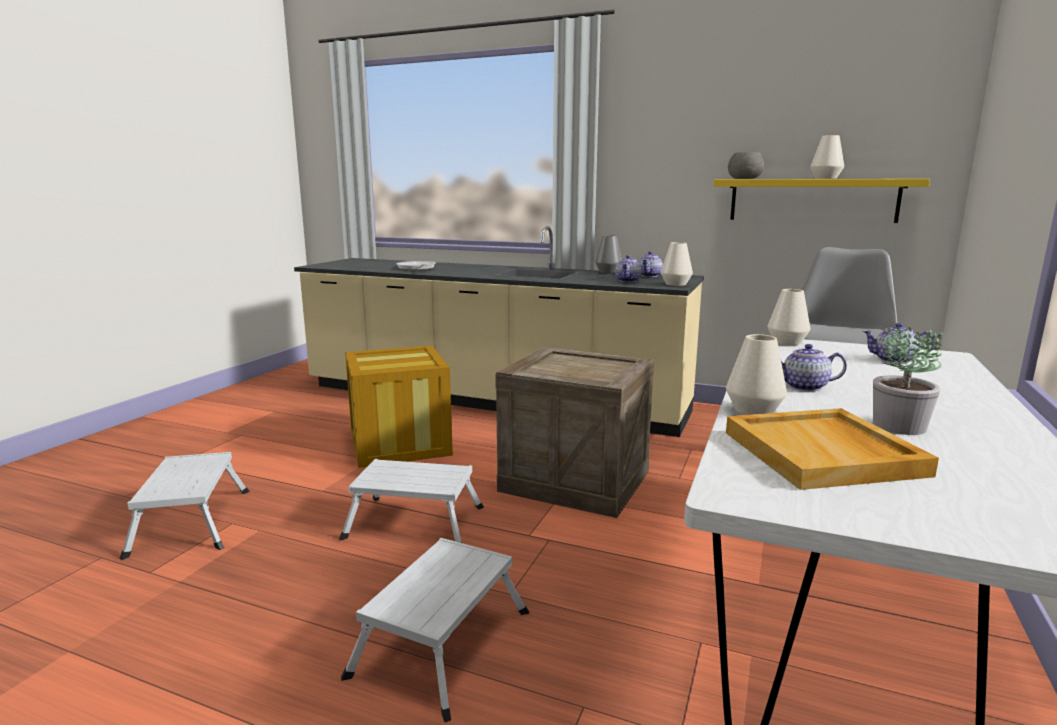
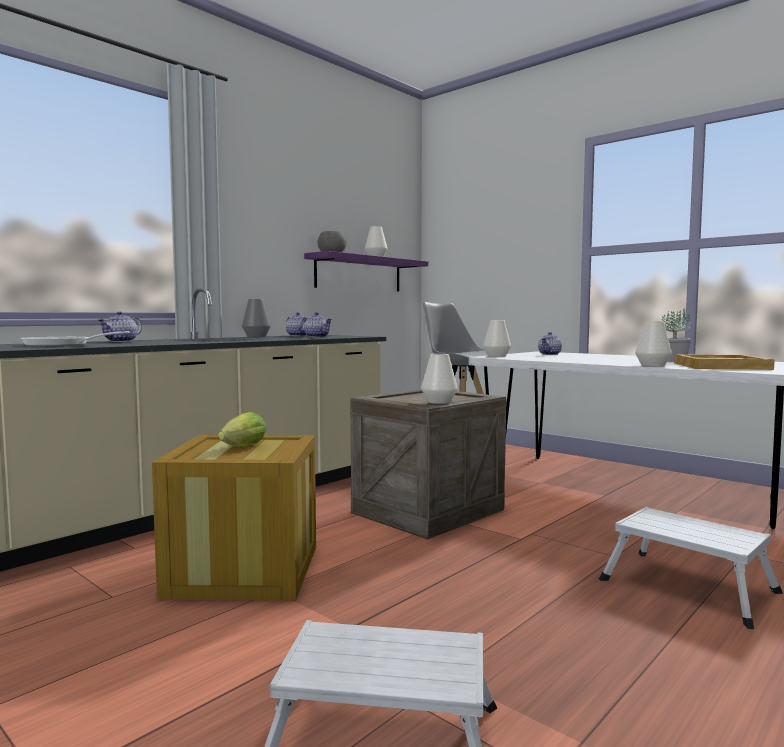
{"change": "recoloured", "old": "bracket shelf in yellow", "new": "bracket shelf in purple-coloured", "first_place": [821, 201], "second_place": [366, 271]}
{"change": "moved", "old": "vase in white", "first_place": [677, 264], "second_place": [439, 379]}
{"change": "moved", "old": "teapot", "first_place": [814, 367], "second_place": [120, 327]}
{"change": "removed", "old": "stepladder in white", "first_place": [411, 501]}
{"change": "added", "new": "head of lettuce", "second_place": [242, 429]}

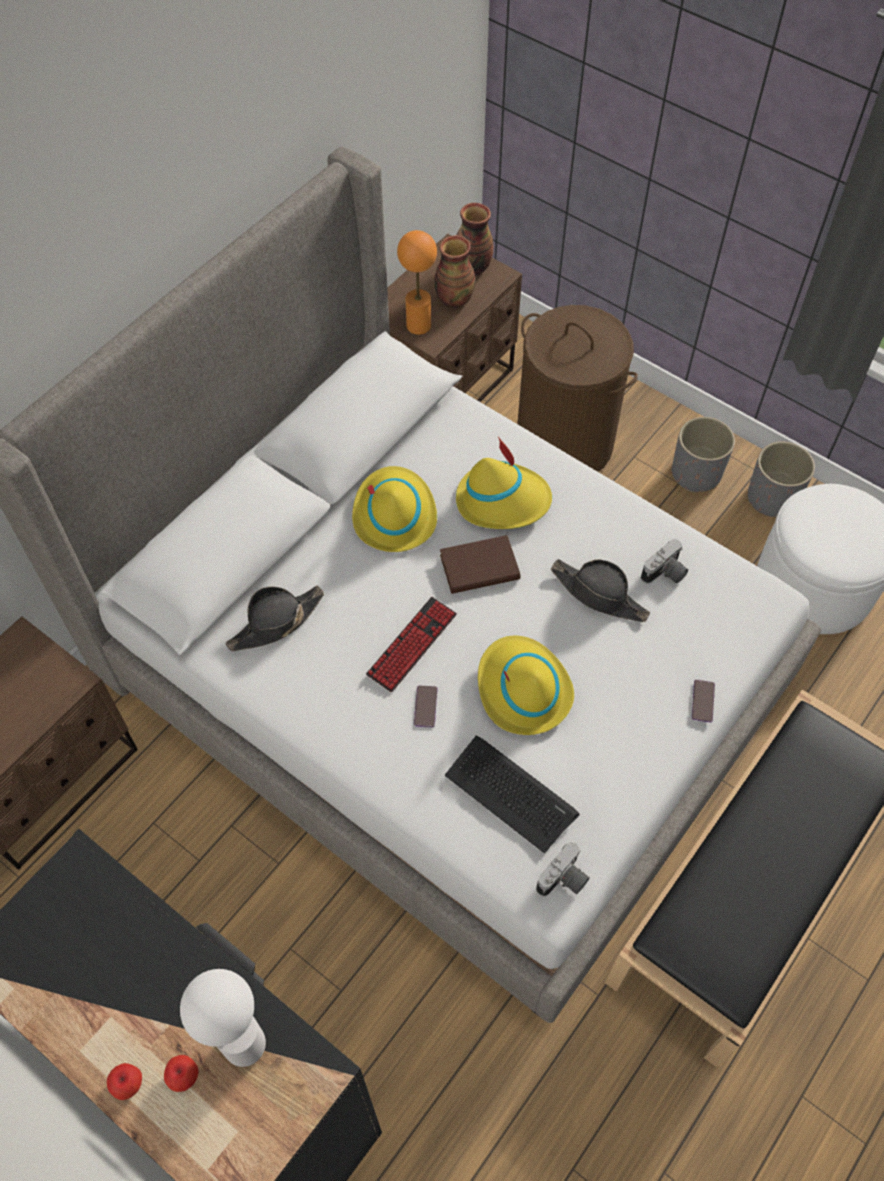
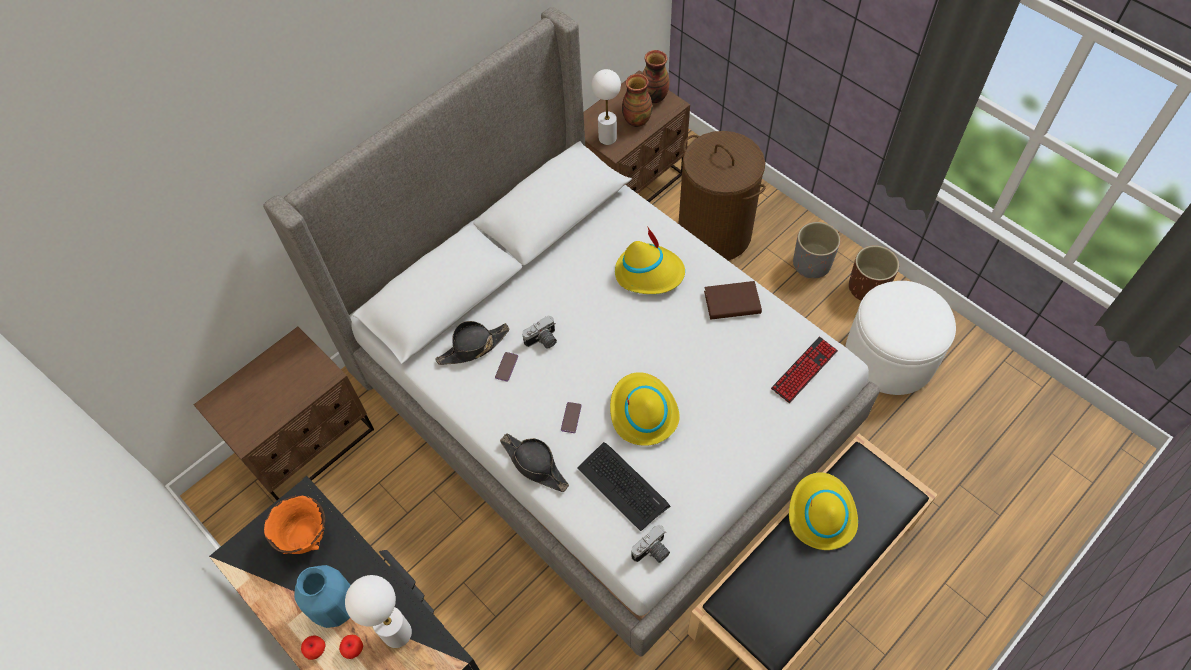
{"change": "recoloured", "old": "table lamp in orange-coloured", "new": "table lamp in white", "first_place": [417, 282], "second_place": [606, 107]}
{"change": "recoloured", "old": "planter in grey", "new": "planter in brownish", "first_place": [781, 479], "second_place": [874, 273]}
{"change": "moved", "old": "clothing hat in yellow", "first_place": [394, 509], "second_place": [823, 511]}
{"change": "moved", "old": "book in brownish", "first_place": [480, 564], "second_place": [733, 300]}
{"change": "moved", "old": "still camera", "first_place": [664, 561], "second_place": [539, 332]}
{"change": "moved", "old": "clothing hat in black", "first_place": [600, 590], "second_place": [534, 462]}
{"change": "moved", "old": "keyboard", "first_place": [411, 644], "second_place": [804, 370]}
{"change": "moved", "old": "telephone", "first_place": [703, 701], "second_place": [506, 367]}
{"change": "added", "new": "serving bowl in orange-coloured", "second_place": [294, 525]}
{"change": "added", "new": "vase in bluish", "second_place": [322, 596]}

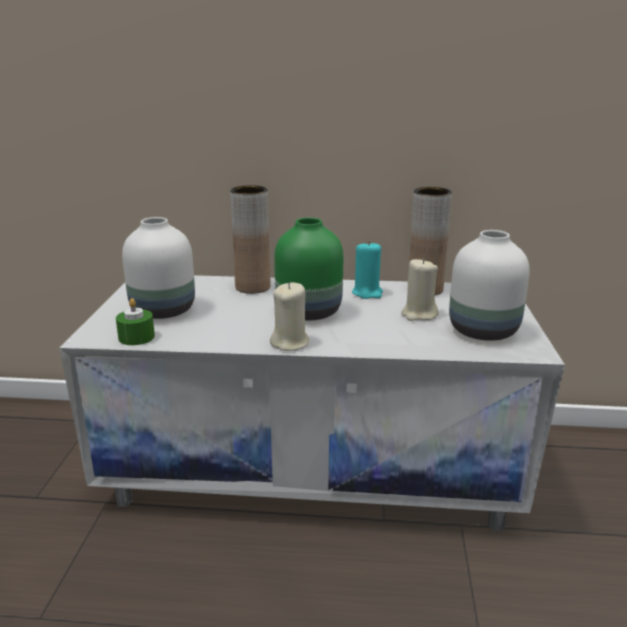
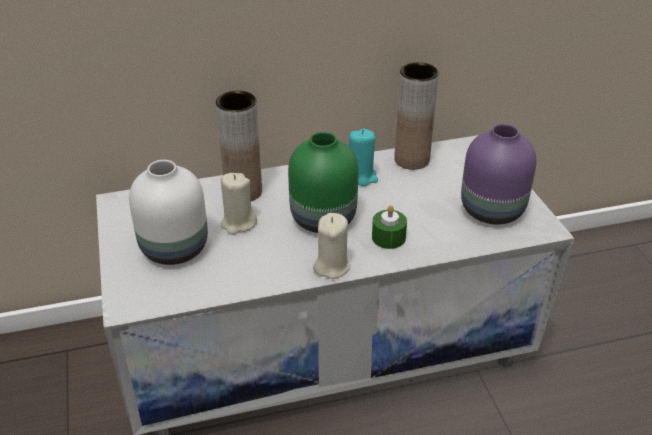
{"change": "recoloured", "old": "vase in white", "new": "vase in purple-coloured", "first_place": [489, 285], "second_place": [498, 174]}
{"change": "moved", "old": "candle in sand-coloured", "first_place": [419, 289], "second_place": [238, 204]}
{"change": "moved", "old": "candle in greenish", "first_place": [135, 321], "second_place": [389, 227]}

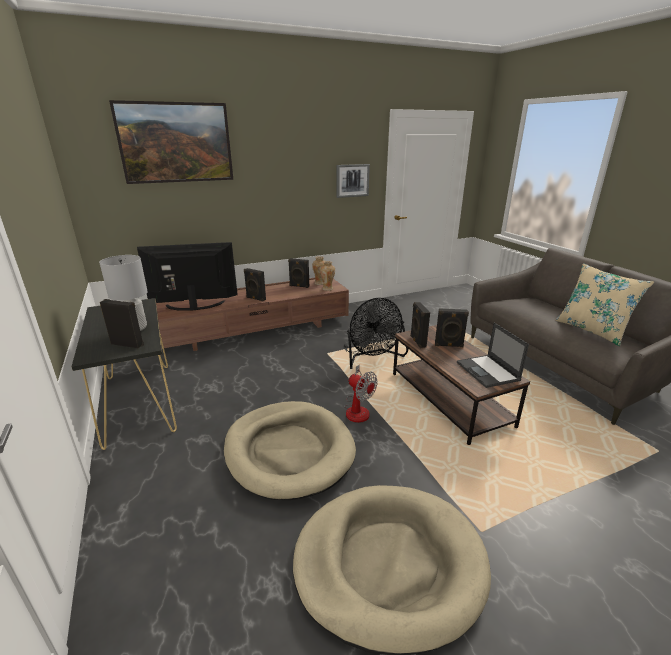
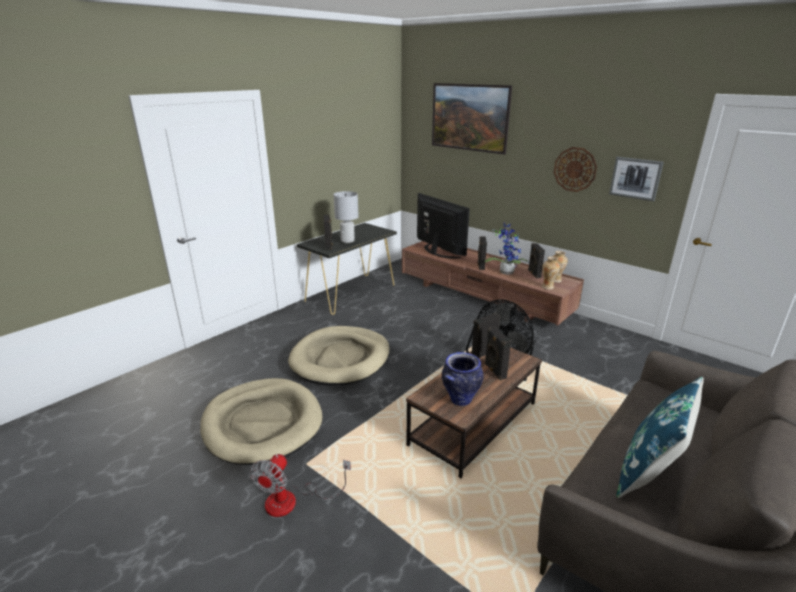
{"change": "recoloured", "old": "throw pillow in sand-coloured", "new": "throw pillow in bluish", "first_place": [604, 304], "second_place": [660, 437]}
{"change": "replaced", "old": "notebook computer", "new": "vase", "first_place": [493, 355], "second_place": [462, 379]}
{"change": "moved", "old": "cooling fan", "first_place": [361, 394], "second_place": [300, 485]}
{"change": "added", "new": "wall clock", "second_place": [575, 169]}
{"change": "added", "new": "houseplant", "second_place": [506, 248]}

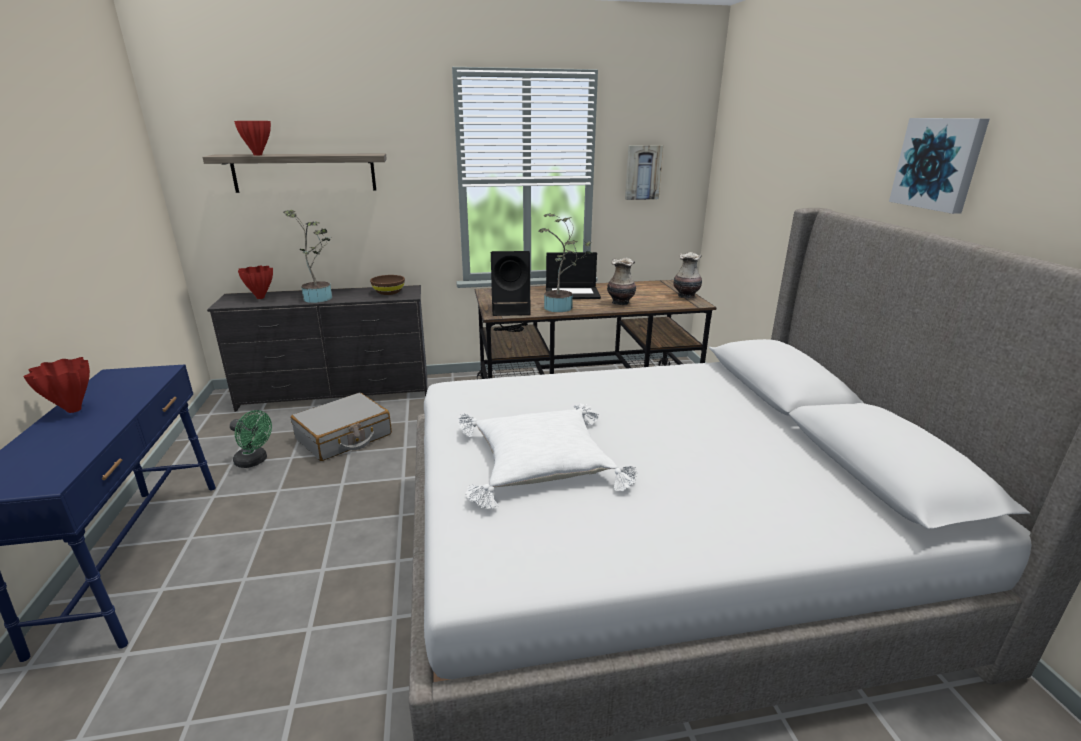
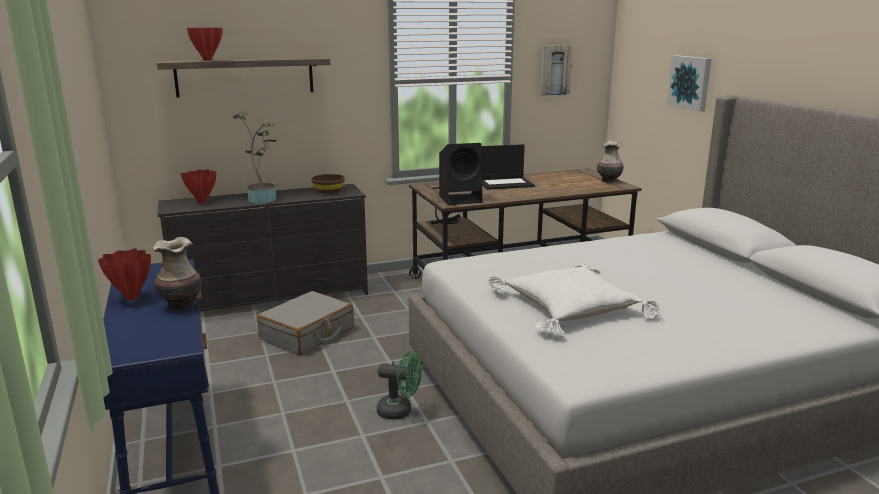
{"change": "moved", "old": "picture", "first_place": [939, 166], "second_place": [689, 83]}
{"change": "removed", "old": "houseplant", "first_place": [565, 263]}
{"change": "moved", "old": "vase", "first_place": [621, 281], "second_place": [177, 273]}
{"change": "moved", "old": "cooling fan in greenish", "first_place": [251, 439], "second_place": [399, 385]}

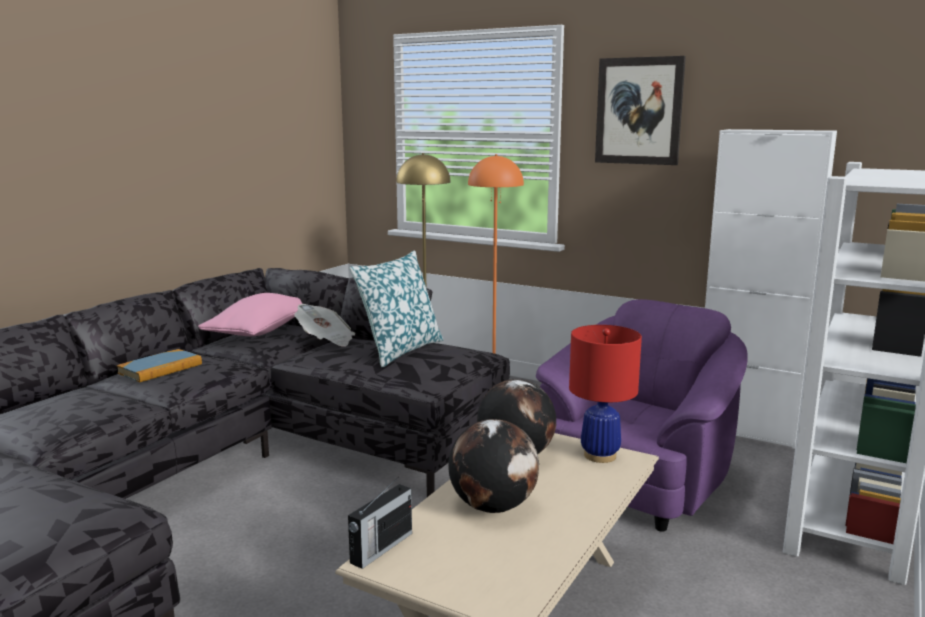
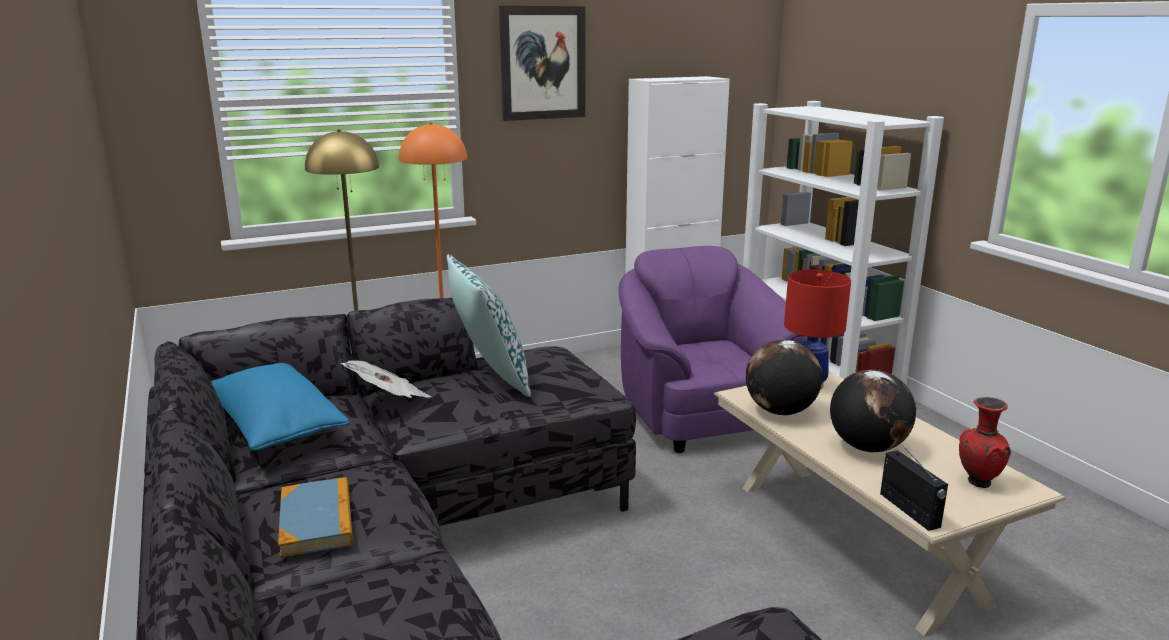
{"change": "recoloured", "old": "throw pillow in pink-coloured", "new": "throw pillow in bluish", "first_place": [250, 314], "second_place": [280, 407]}
{"change": "added", "new": "vase in red-coloured", "second_place": [985, 442]}

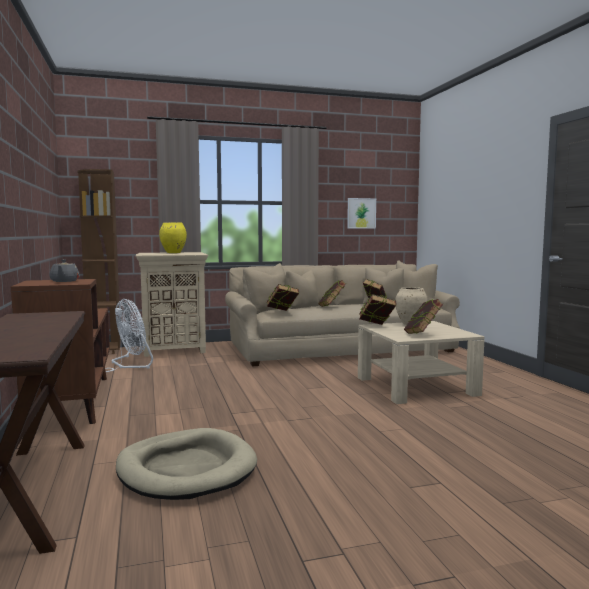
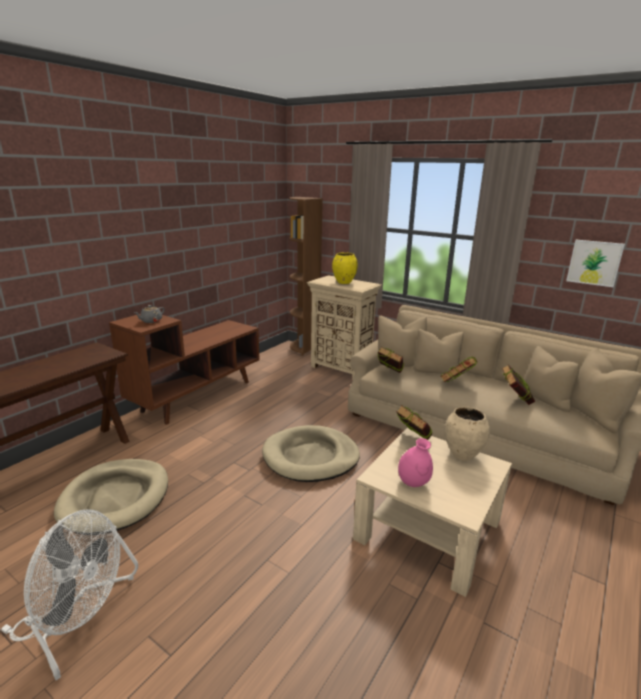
{"change": "moved", "old": "cooling fan in white", "first_place": [129, 335], "second_place": [69, 594]}
{"change": "replaced", "old": "book", "new": "vase in pink-coloured", "first_place": [423, 316], "second_place": [415, 462]}
{"change": "added", "new": "pet bed in sand-coloured", "second_place": [311, 453]}

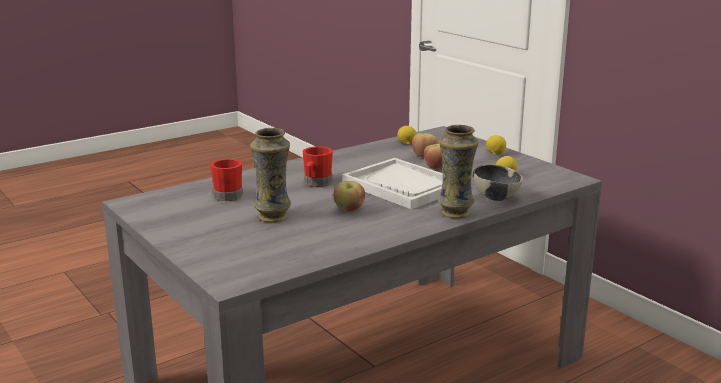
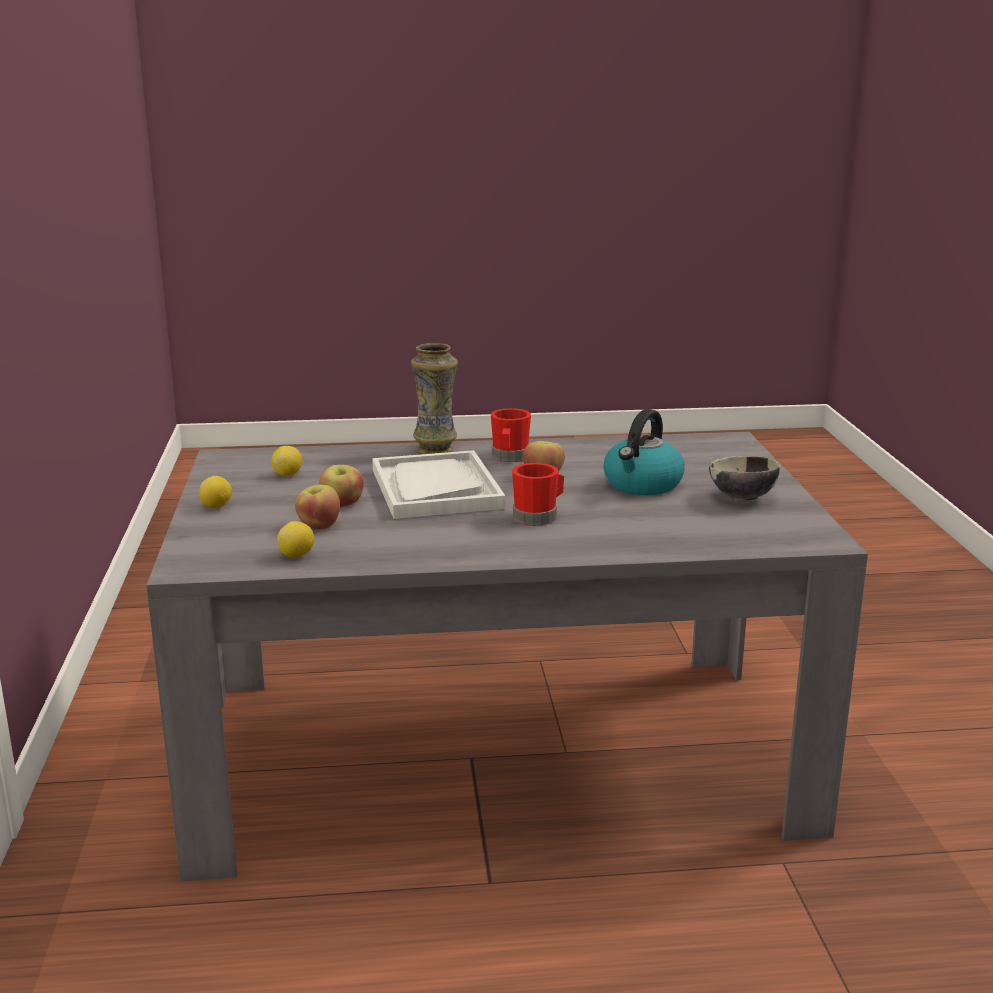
{"change": "replaced", "old": "vase", "new": "water kettle", "first_place": [270, 175], "second_place": [644, 452]}
{"change": "moved", "old": "tea mug in red-coloured", "first_place": [226, 180], "second_place": [511, 435]}
{"change": "moved", "old": "serving bowl", "first_place": [498, 182], "second_place": [744, 478]}

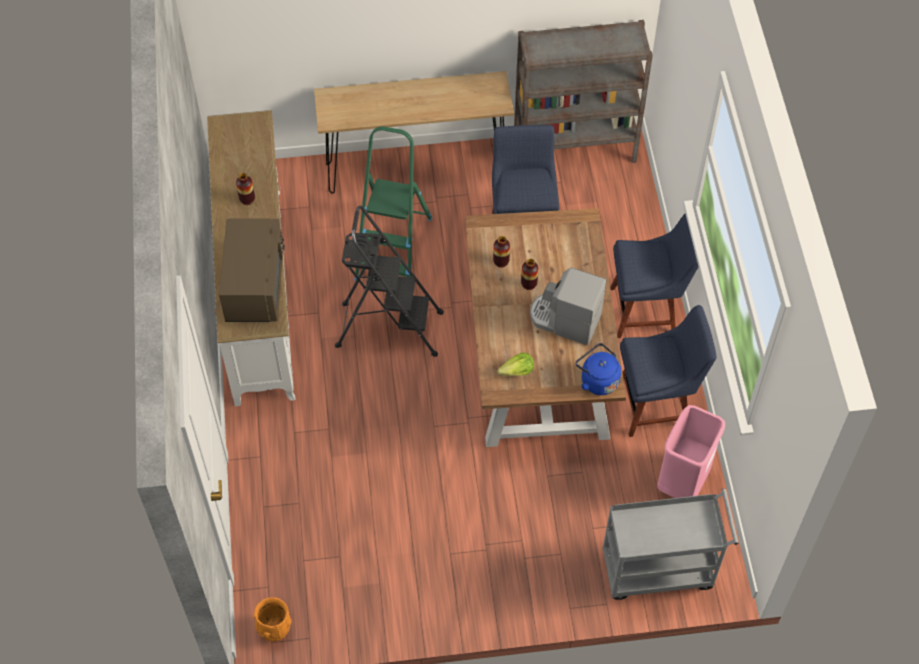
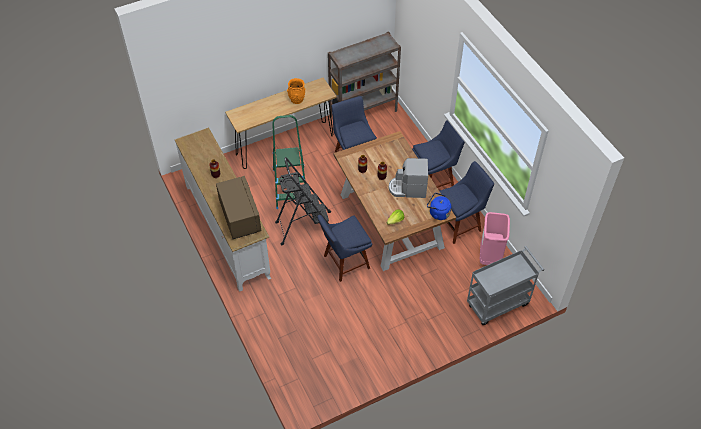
{"change": "moved", "old": "vase in orange-coloured", "first_place": [272, 619], "second_place": [296, 91]}
{"change": "added", "new": "chair in bluish", "second_place": [344, 248]}

